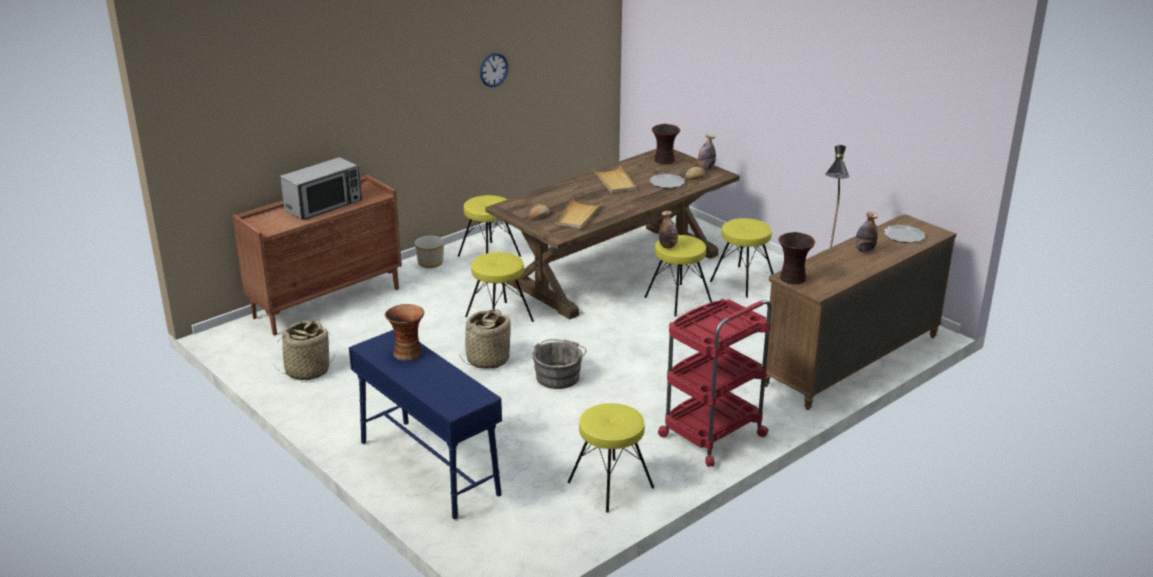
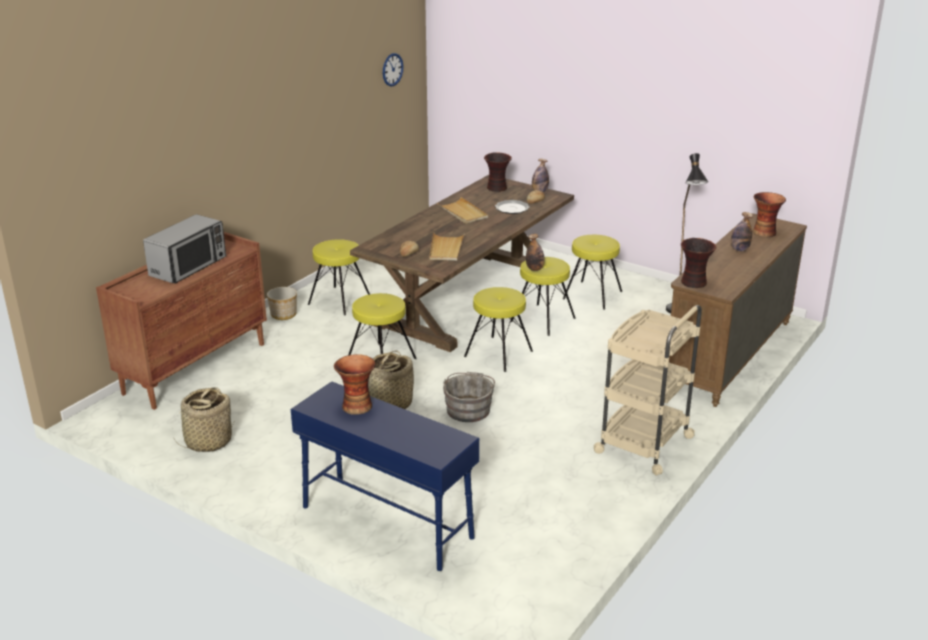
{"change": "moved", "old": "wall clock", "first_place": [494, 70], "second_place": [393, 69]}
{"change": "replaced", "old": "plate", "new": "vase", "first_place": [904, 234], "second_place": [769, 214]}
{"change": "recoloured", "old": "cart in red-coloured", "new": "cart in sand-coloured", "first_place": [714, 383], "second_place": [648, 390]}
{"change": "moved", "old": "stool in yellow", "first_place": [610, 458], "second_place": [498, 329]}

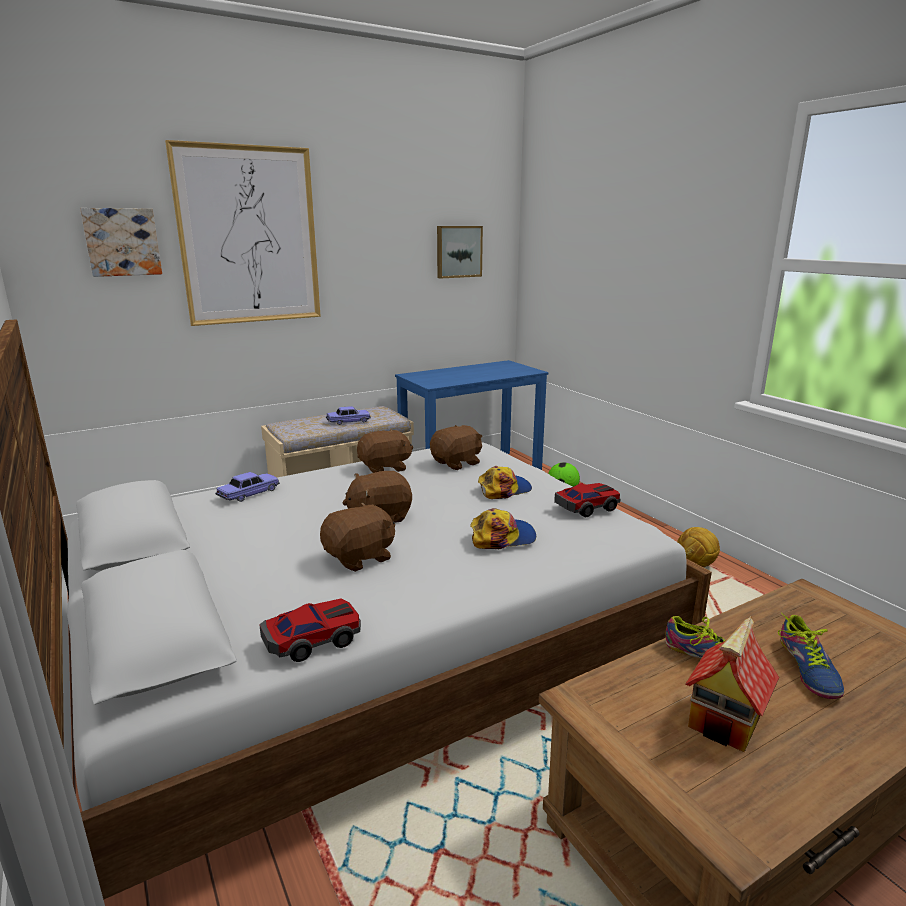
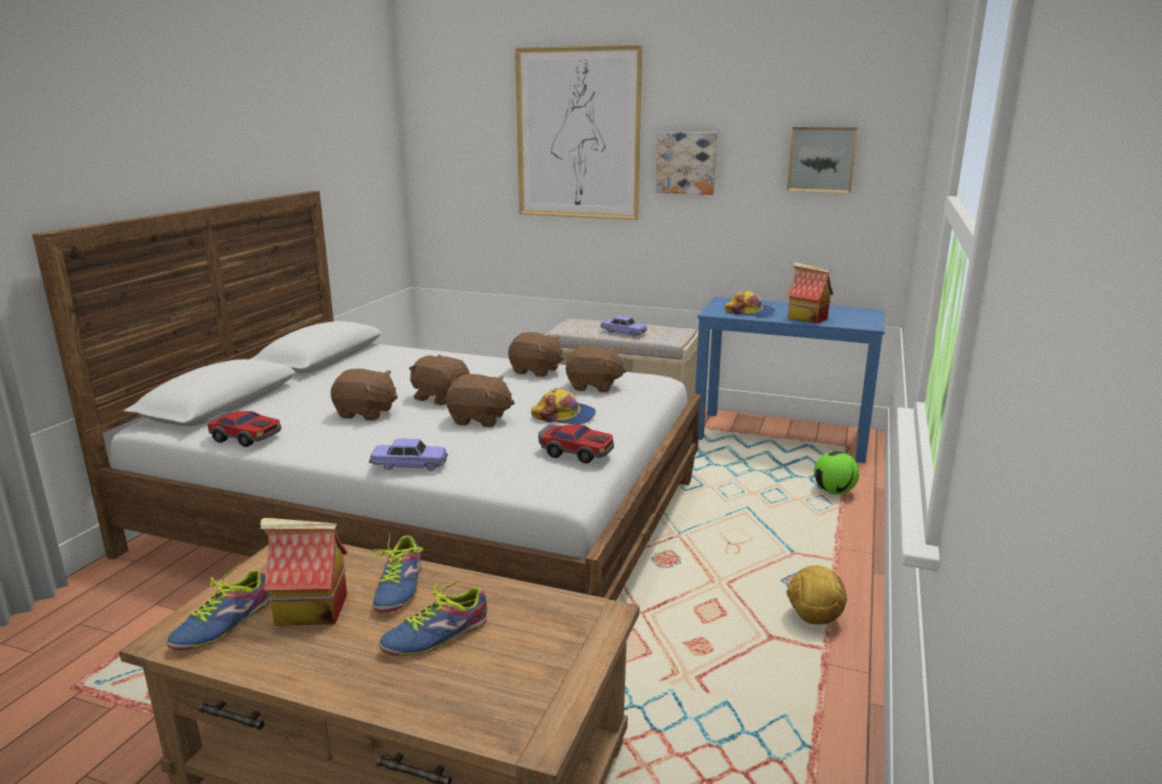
{"change": "moved", "old": "picture", "first_place": [121, 242], "second_place": [686, 163]}
{"change": "moved", "old": "toy car", "first_place": [247, 487], "second_place": [408, 454]}
{"change": "moved", "old": "cap", "first_place": [503, 528], "second_place": [750, 304]}
{"change": "added", "new": "toy house", "second_place": [810, 293]}
{"change": "added", "new": "soft toy in brownish", "second_place": [480, 400]}
{"change": "added", "new": "item of footwear", "second_place": [218, 607]}

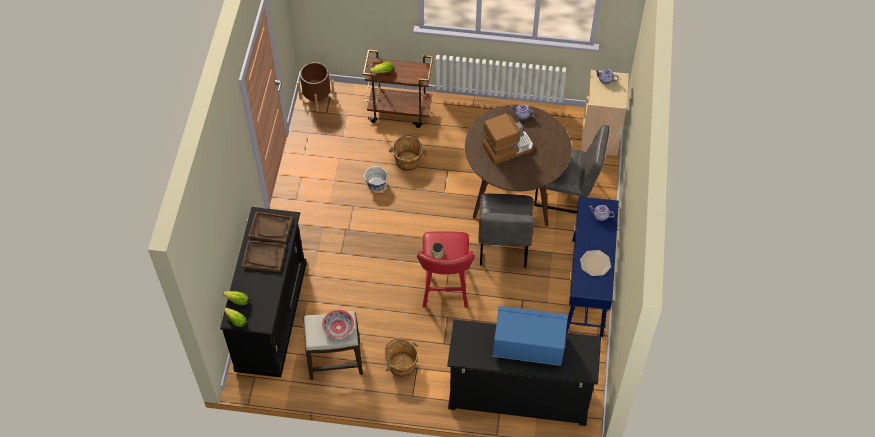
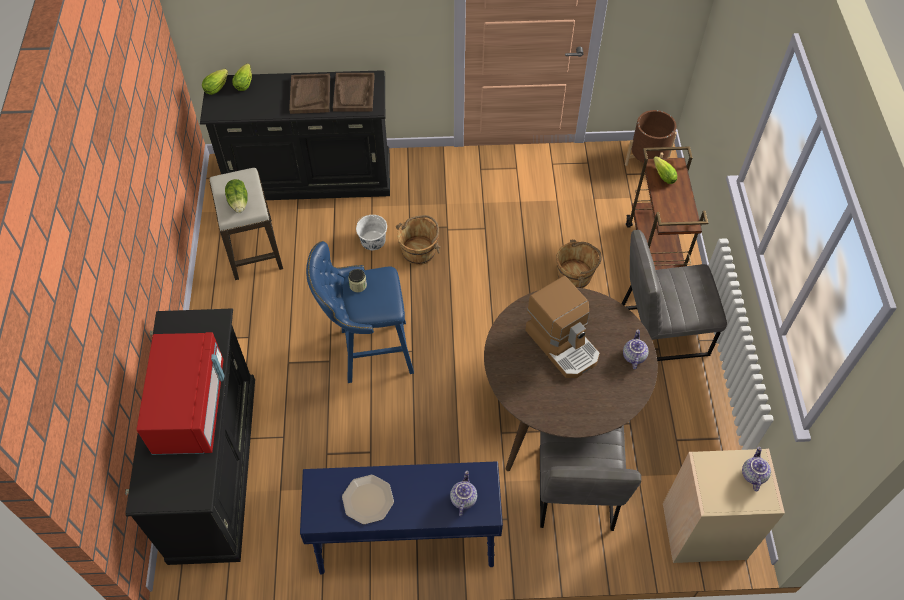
{"change": "moved", "old": "bucket in white", "first_place": [376, 179], "second_place": [371, 232]}
{"change": "moved", "old": "chair in grey", "first_place": [506, 231], "second_place": [674, 295]}
{"change": "recoloured", "old": "stool in red-coloured", "new": "stool in bluish", "first_place": [446, 270], "second_place": [360, 312]}
{"change": "recoloured", "old": "microwave oven in bluish", "new": "microwave oven in red-coloured", "first_place": [530, 336], "second_place": [180, 393]}
{"change": "replaced", "old": "serving bowl", "new": "head of lettuce", "first_place": [338, 324], "second_place": [236, 196]}
{"change": "moved", "old": "bucket in brownish", "first_place": [401, 358], "second_place": [418, 240]}

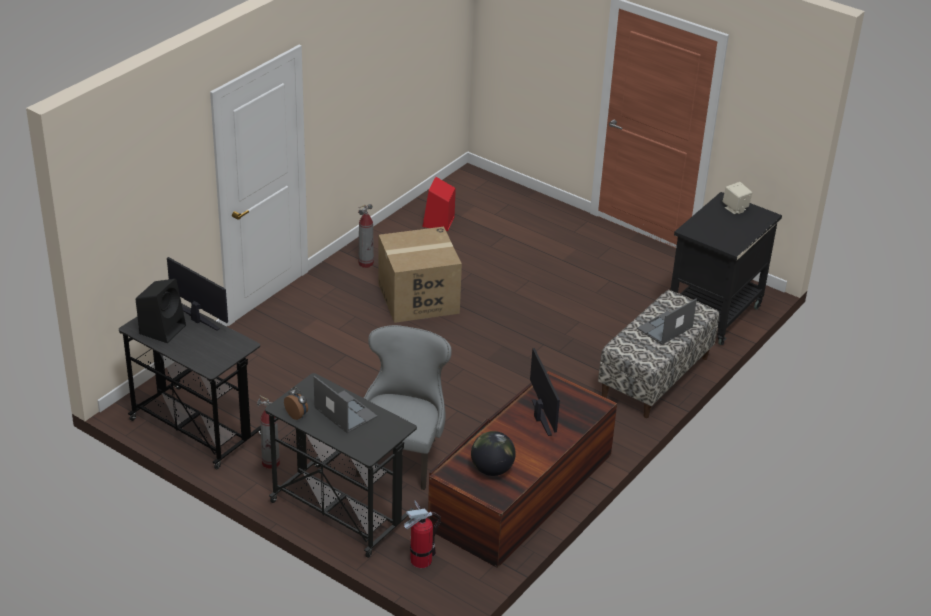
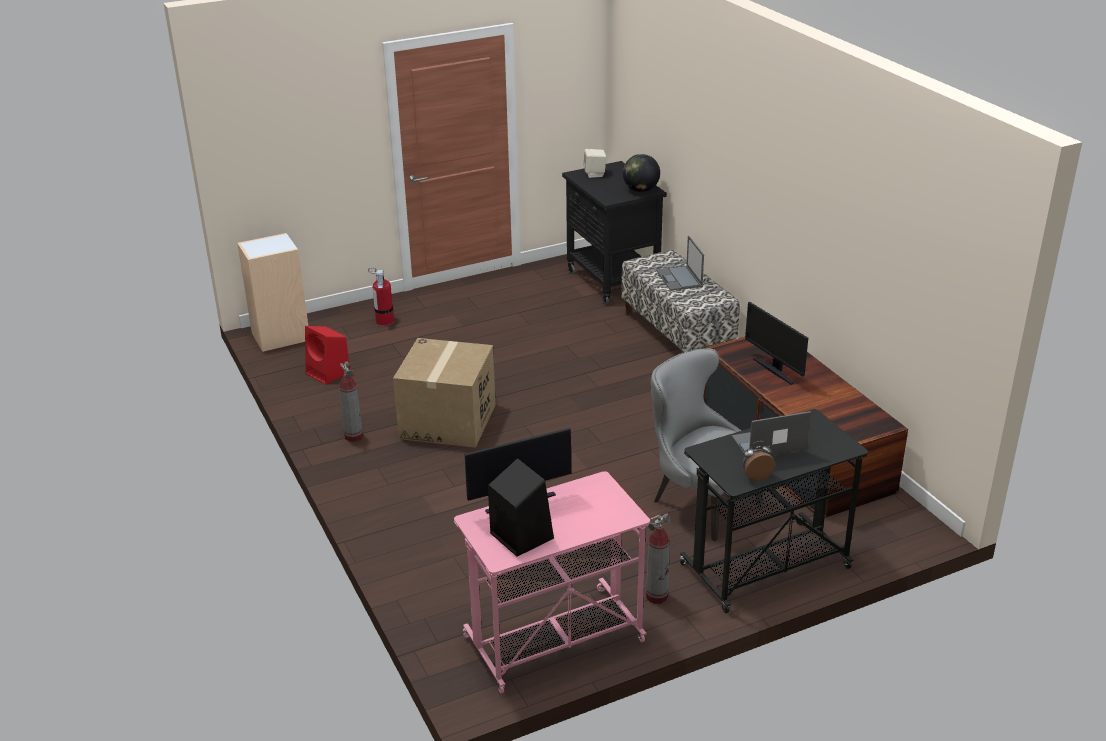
{"change": "recoloured", "old": "desk table in black", "new": "desk table in pink-coloured", "first_place": [190, 386], "second_place": [552, 582]}
{"change": "turned", "old": "computer display", "first_place": [545, 392], "second_place": [776, 343], "degrees": -135}
{"change": "moved", "old": "desk globe", "first_place": [493, 453], "second_place": [641, 173]}
{"change": "moved", "old": "fire extinguisher", "first_place": [422, 534], "second_place": [381, 296]}
{"change": "added", "new": "bookshelf", "second_place": [272, 292]}

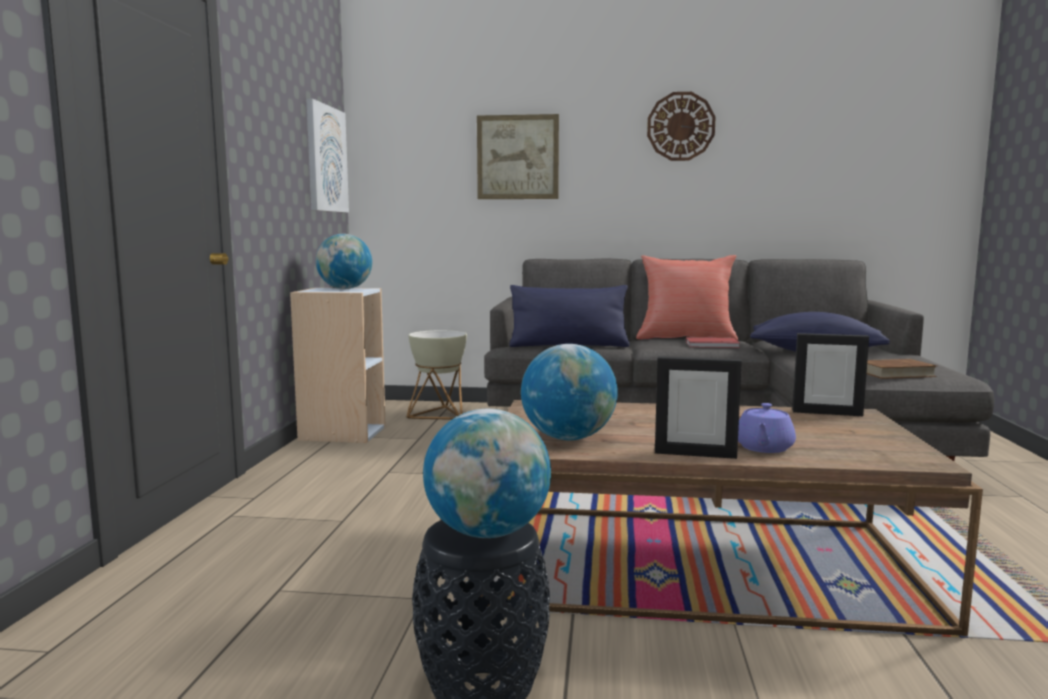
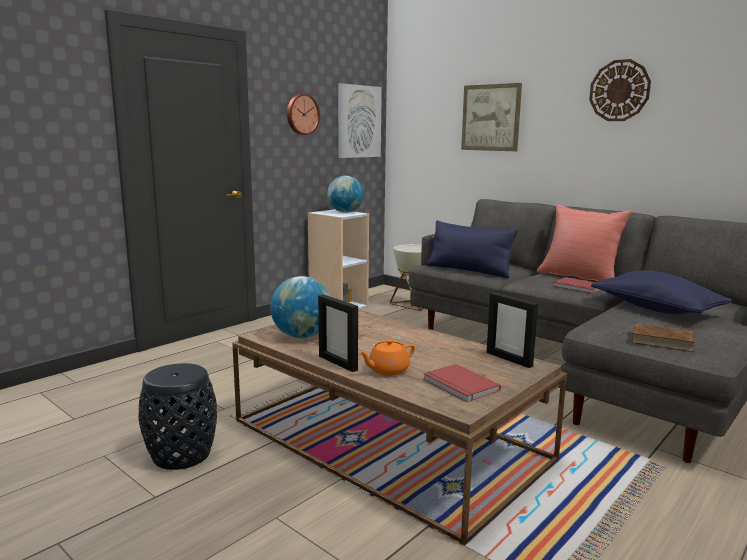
{"change": "recoloured", "old": "teapot in purple-coloured", "new": "teapot in orange-coloured", "first_place": [767, 428], "second_place": [387, 357]}
{"change": "removed", "old": "desk globe", "first_place": [487, 473]}
{"change": "added", "new": "wall clock", "second_place": [303, 114]}
{"change": "added", "new": "book in red-coloured", "second_place": [462, 383]}

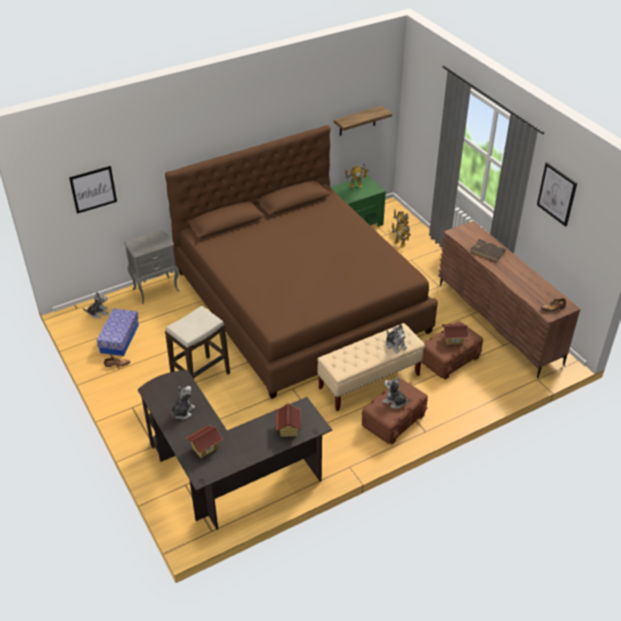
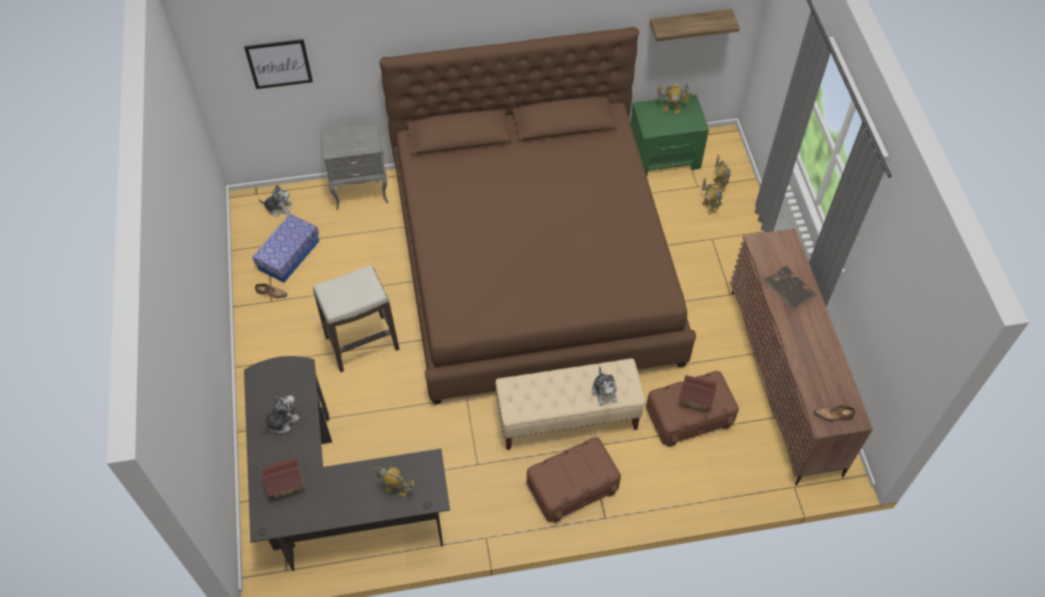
{"change": "removed", "old": "picture", "first_place": [557, 194]}
{"change": "removed", "old": "soft toy", "first_place": [397, 392]}
{"change": "replaced", "old": "toy house", "new": "robot figure", "first_place": [288, 420], "second_place": [393, 481]}

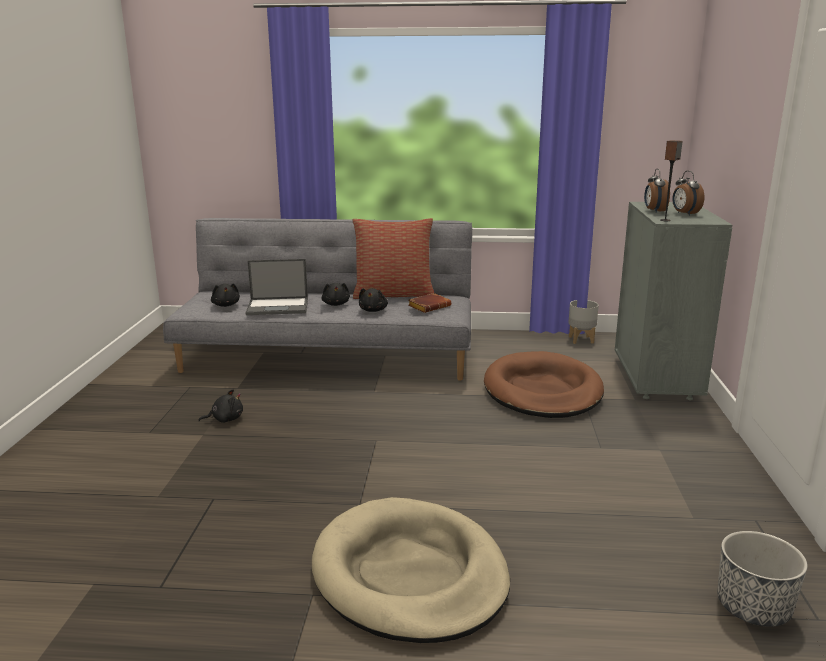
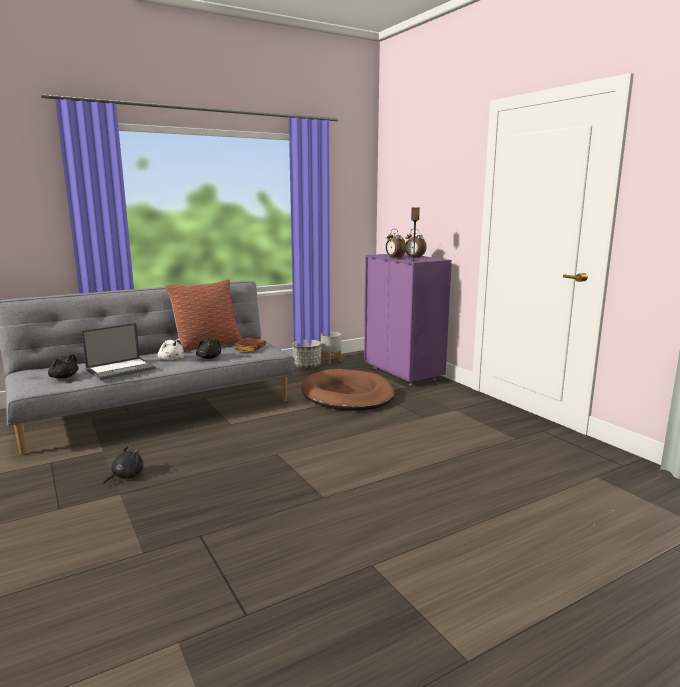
{"change": "recoloured", "old": "storage cabinet in grey", "new": "storage cabinet in purple-coloured", "first_place": [673, 301], "second_place": [408, 320]}
{"change": "recoloured", "old": "soft toy in black", "new": "soft toy in white", "first_place": [336, 294], "second_place": [171, 349]}
{"change": "removed", "old": "pet bed in sand-coloured", "first_place": [411, 570]}
{"change": "moved", "old": "planter", "first_place": [762, 579], "second_place": [307, 354]}

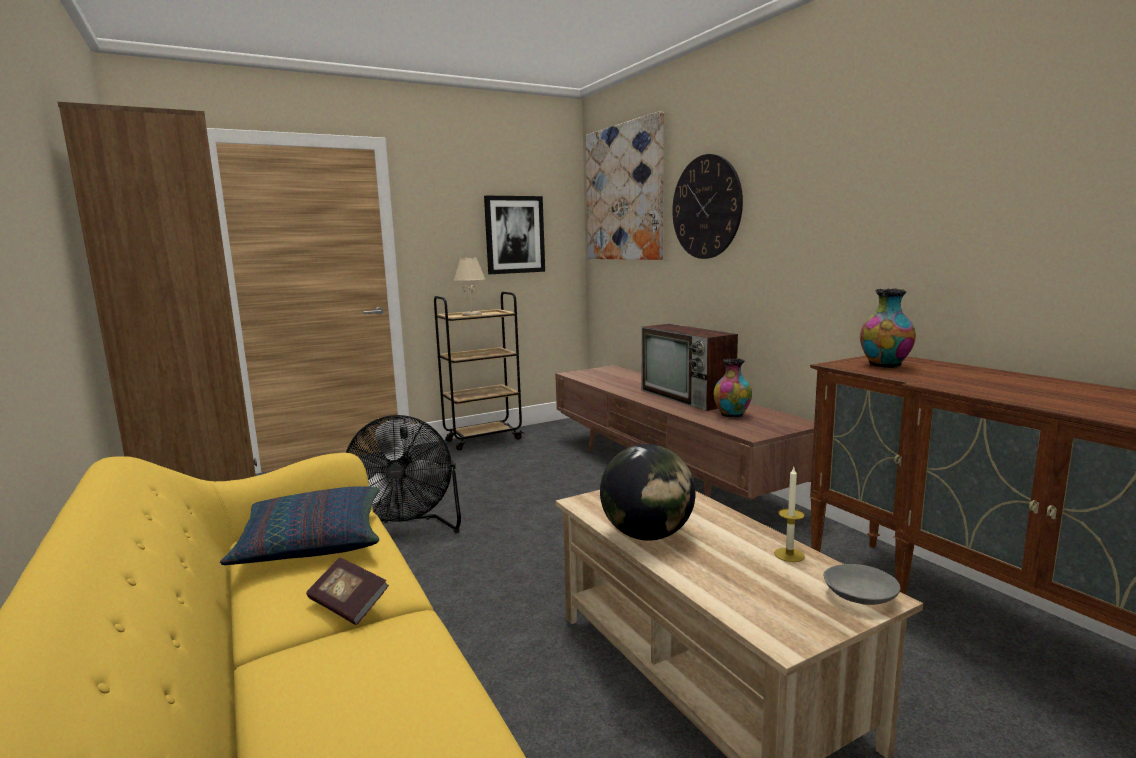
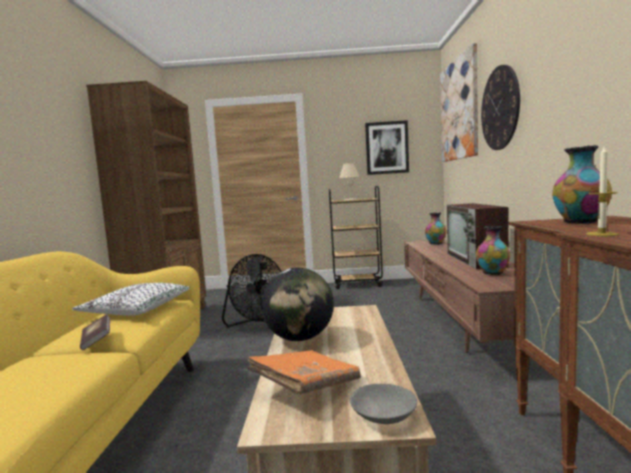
{"change": "moved", "old": "candle", "first_place": [789, 514], "second_place": [602, 190]}
{"change": "recoloured", "old": "throw pillow in bluish", "new": "throw pillow in white", "first_place": [300, 525], "second_place": [131, 299]}
{"change": "added", "new": "vase", "second_place": [435, 229]}
{"change": "added", "new": "book in orange-coloured", "second_place": [304, 372]}

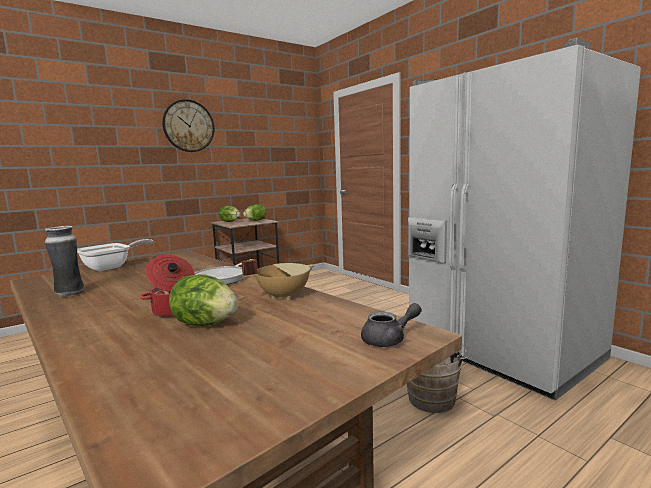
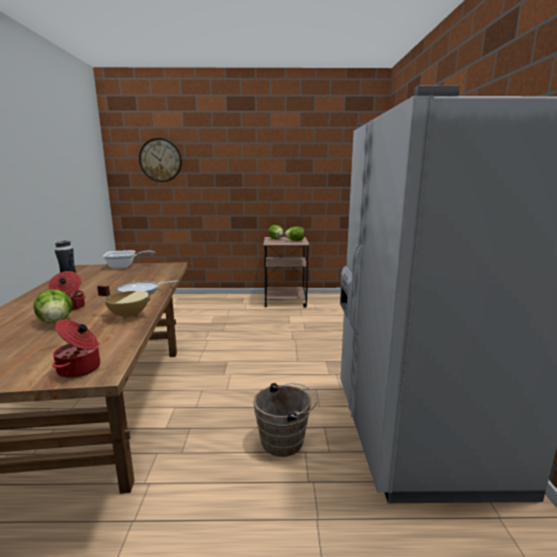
{"change": "moved", "old": "wall clock", "first_place": [188, 125], "second_place": [160, 160]}
{"change": "replaced", "old": "teapot in grey", "new": "cooking pot", "first_place": [391, 325], "second_place": [76, 349]}

